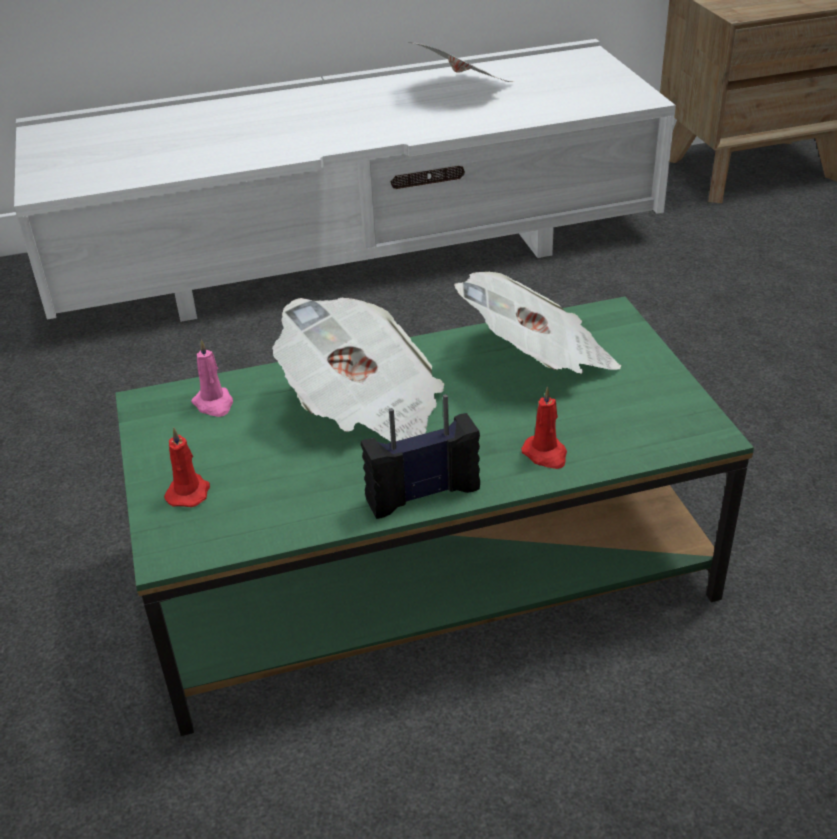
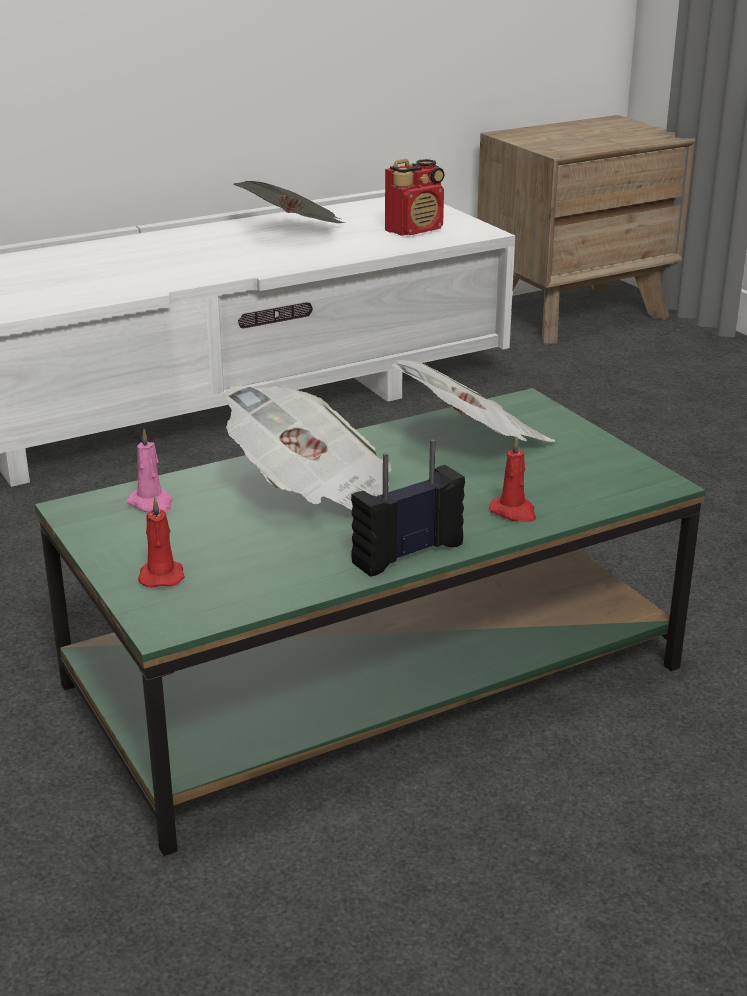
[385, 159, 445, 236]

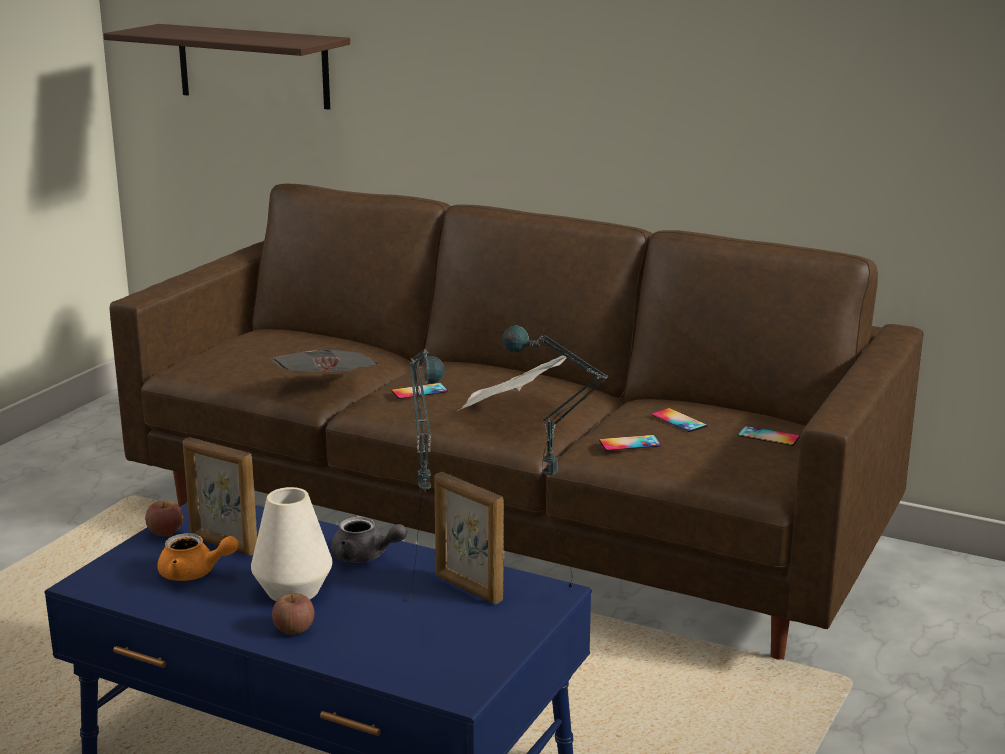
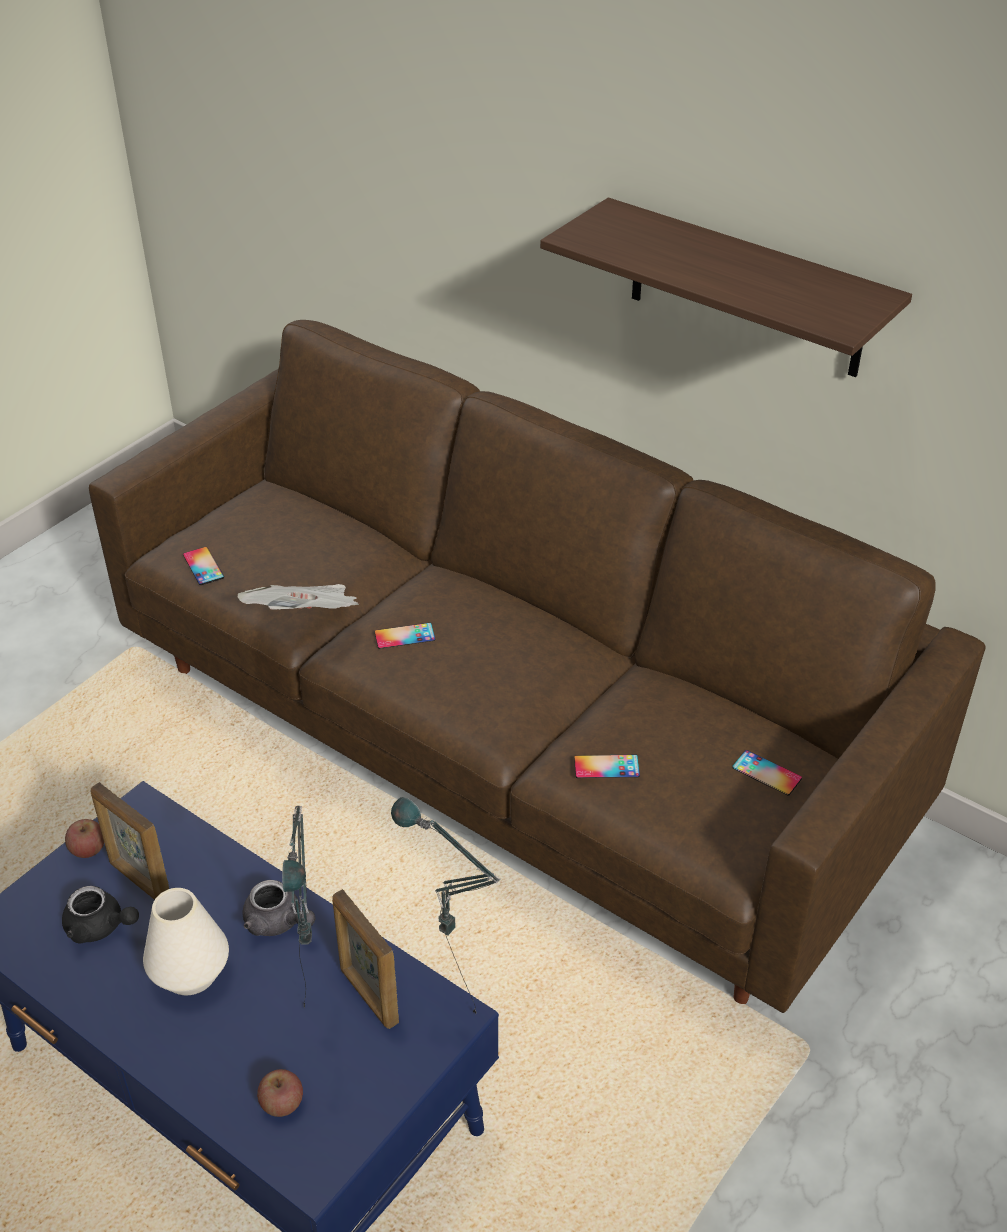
[62, 886, 139, 944]
[183, 547, 224, 585]
[257, 1069, 303, 1117]
[540, 198, 912, 377]
[457, 355, 567, 411] (first image)

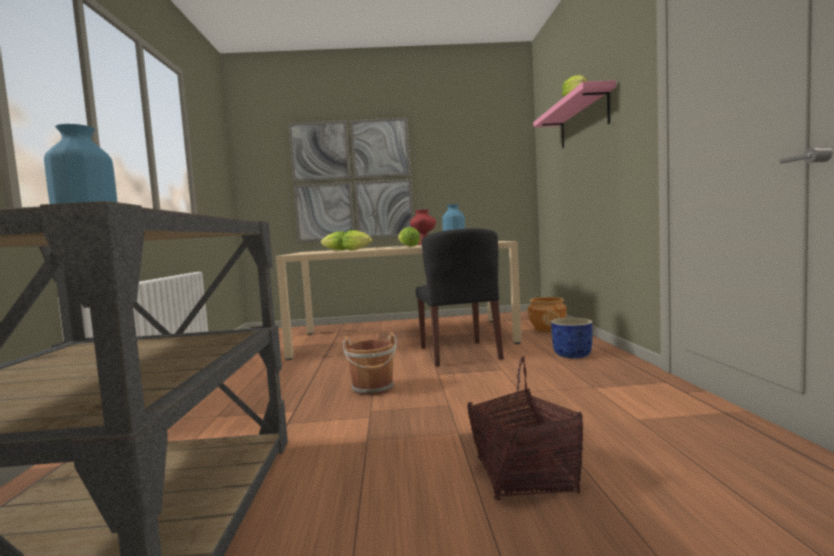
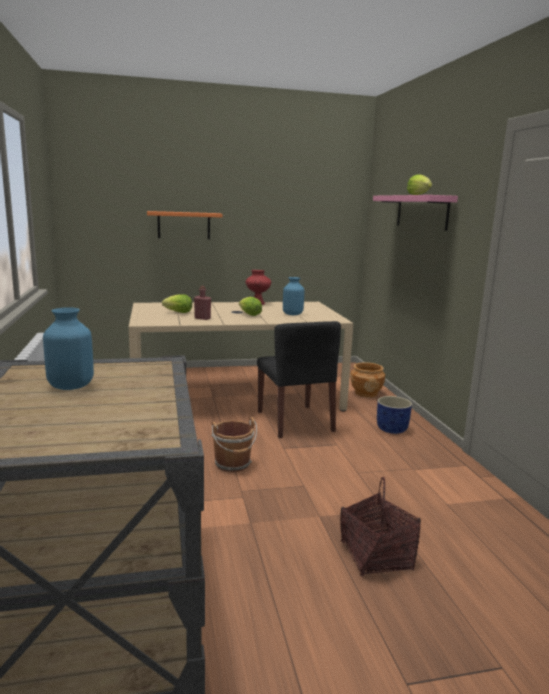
[147, 211, 222, 239]
[194, 286, 211, 320]

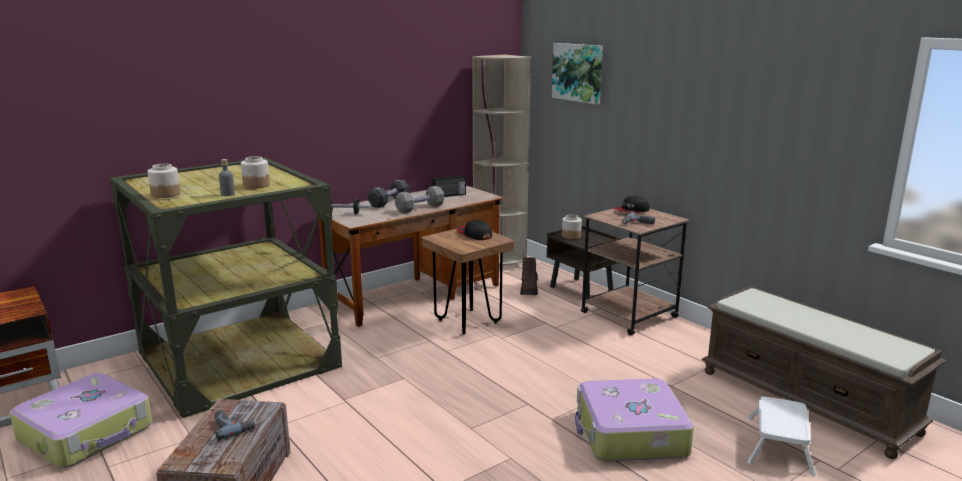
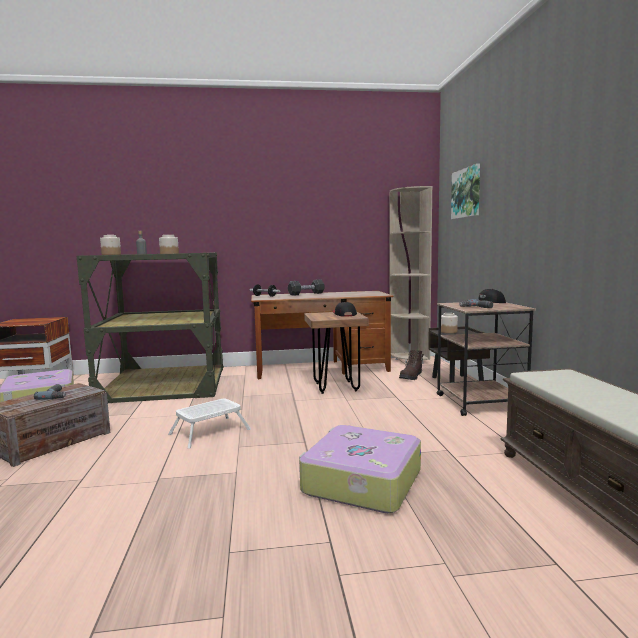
[168, 399, 251, 448]
[395, 186, 444, 213] (first image)
[432, 175, 466, 197] (first image)

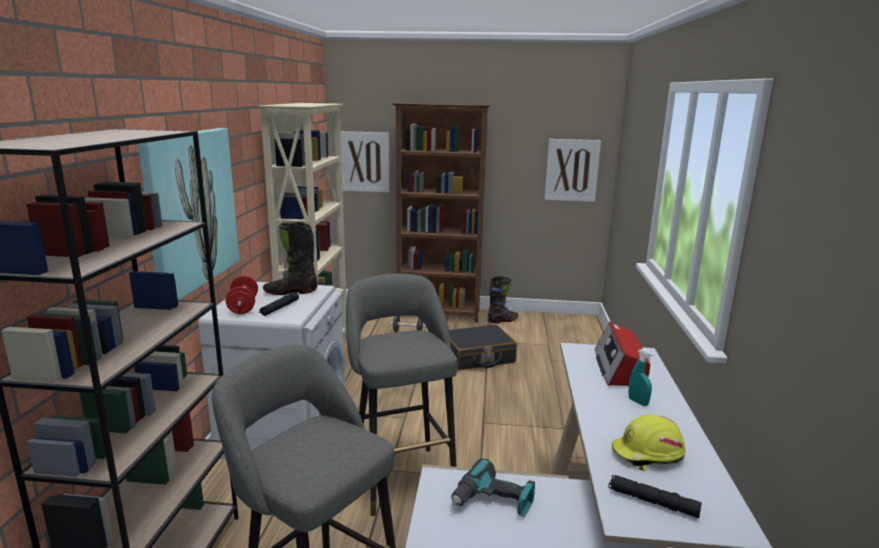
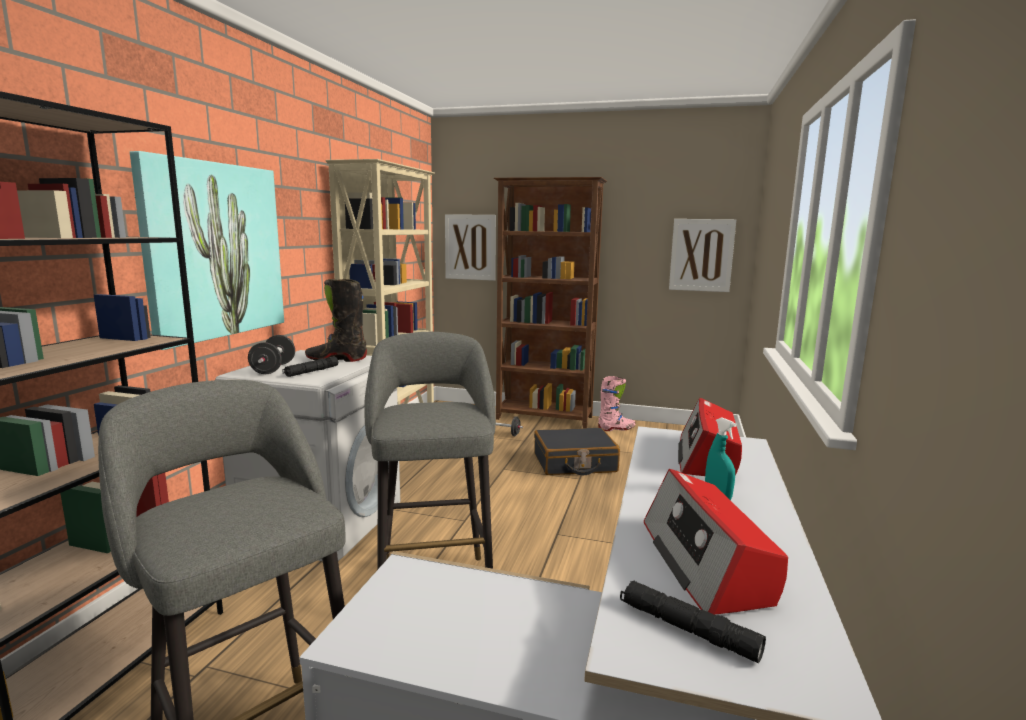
[248, 335, 295, 374]
[598, 376, 636, 431]
[644, 469, 788, 615]
[451, 458, 535, 518] (first image)

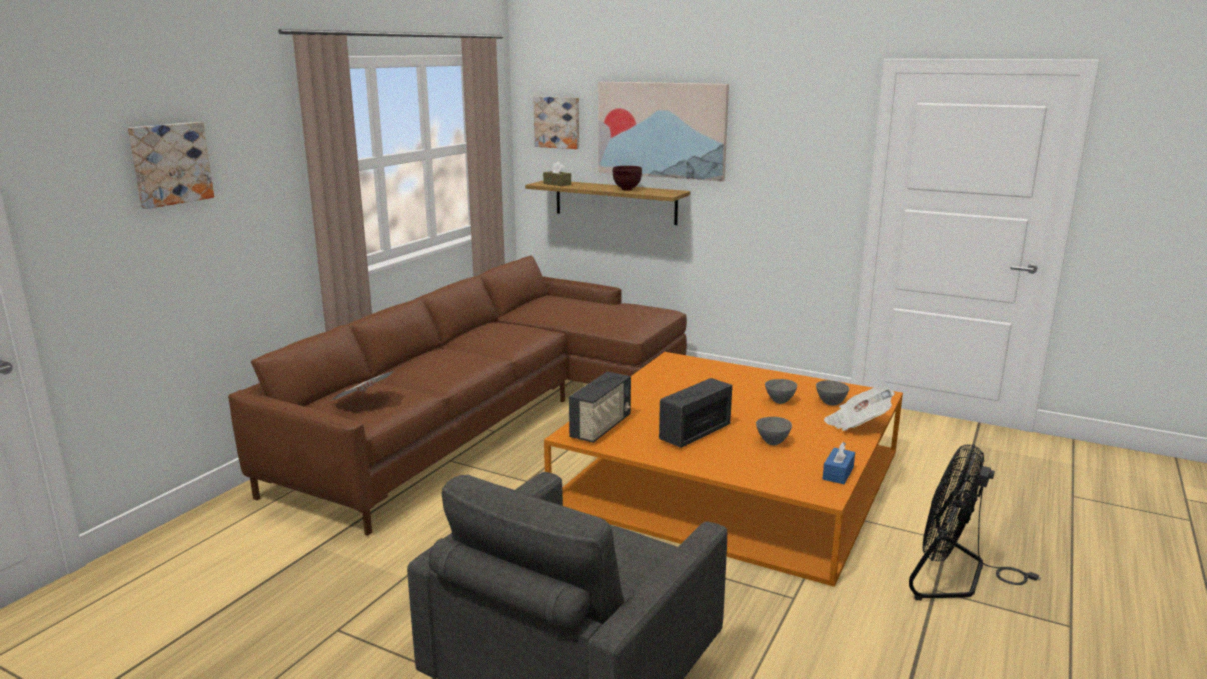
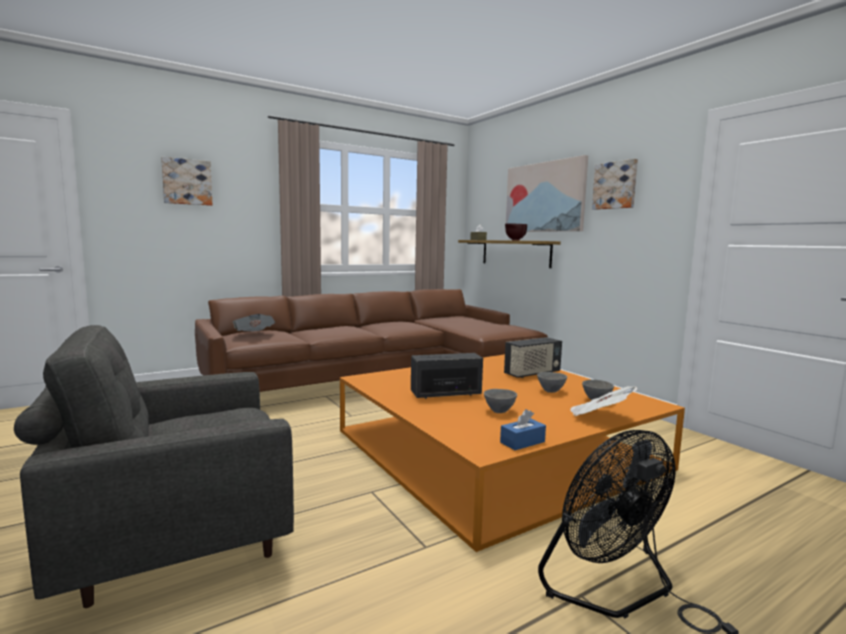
[504, 337, 562, 378]
[592, 159, 638, 210]

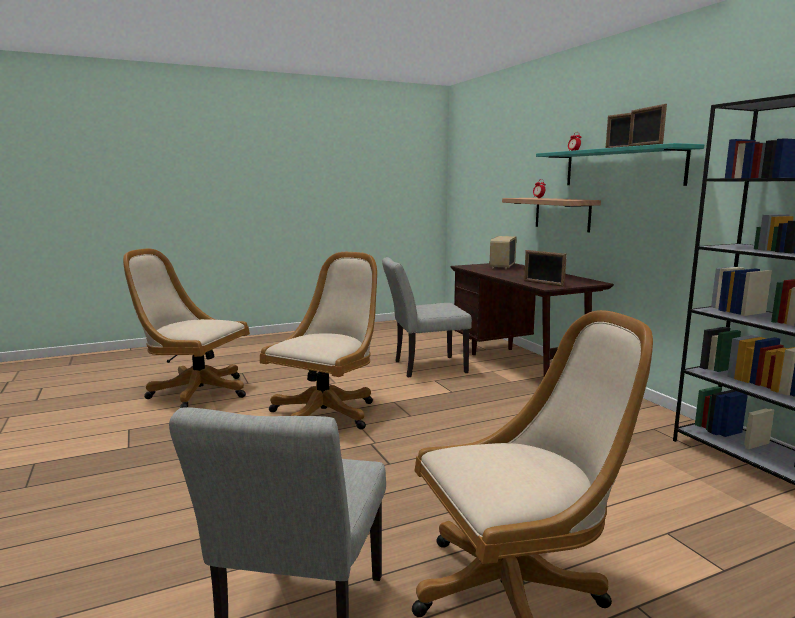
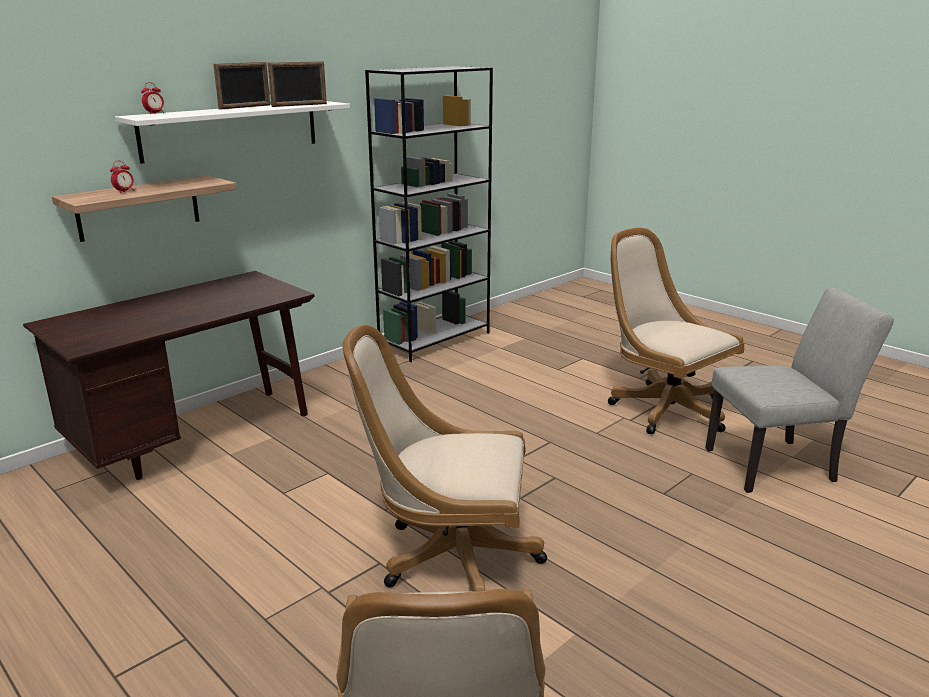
[115, 101, 350, 164]
[382, 257, 472, 377] (first image)
[489, 236, 517, 269] (first image)
[524, 250, 567, 287] (first image)

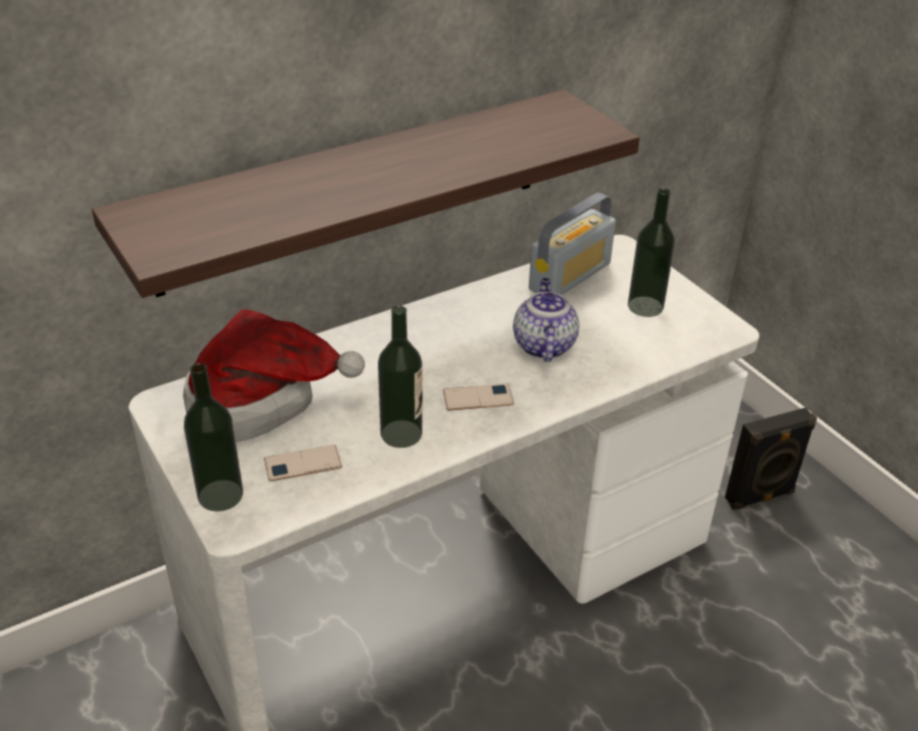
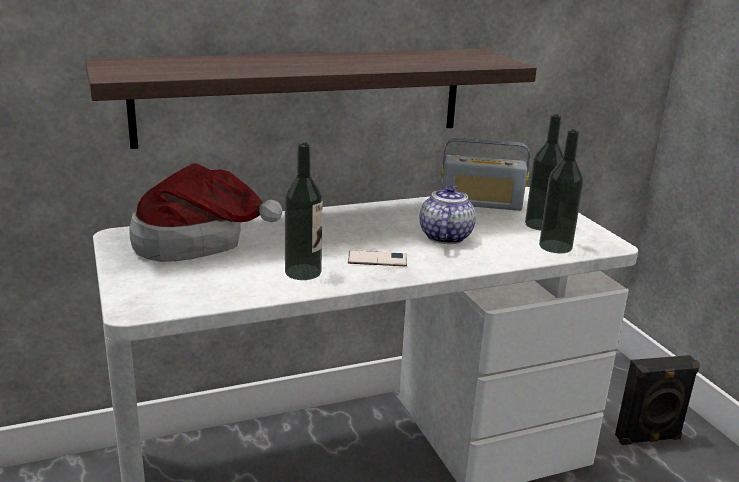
[441, 138, 530, 211]
[539, 129, 583, 253]
[264, 445, 342, 481] (first image)

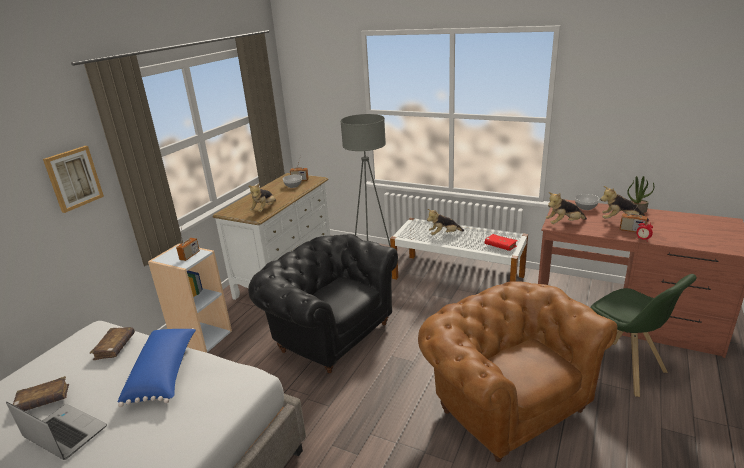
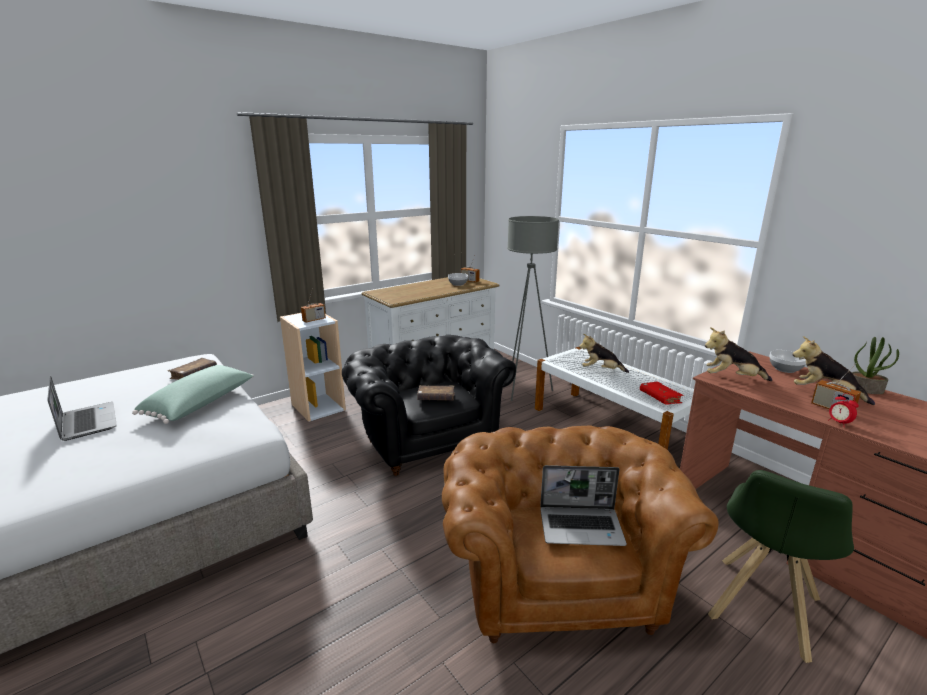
[132, 365, 254, 424]
[417, 385, 455, 401]
[540, 465, 627, 546]
[708, 470, 854, 663]
[43, 146, 104, 213] (first image)
[249, 183, 276, 212] (first image)

